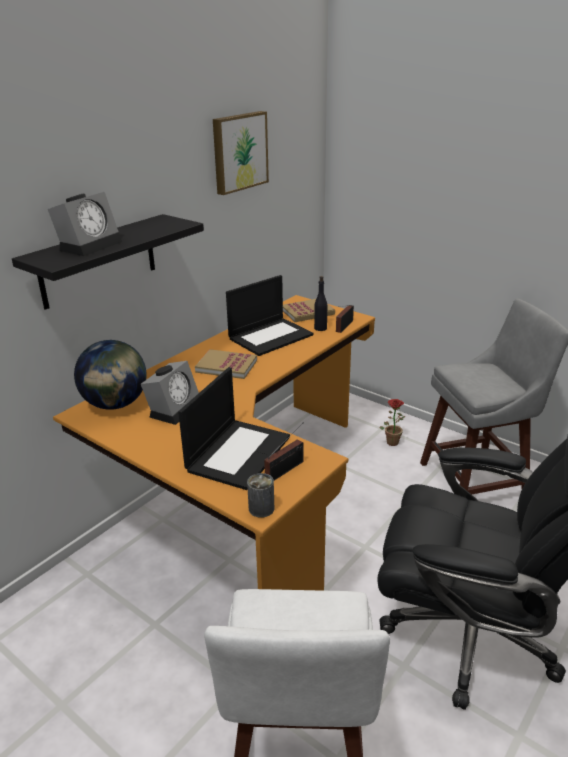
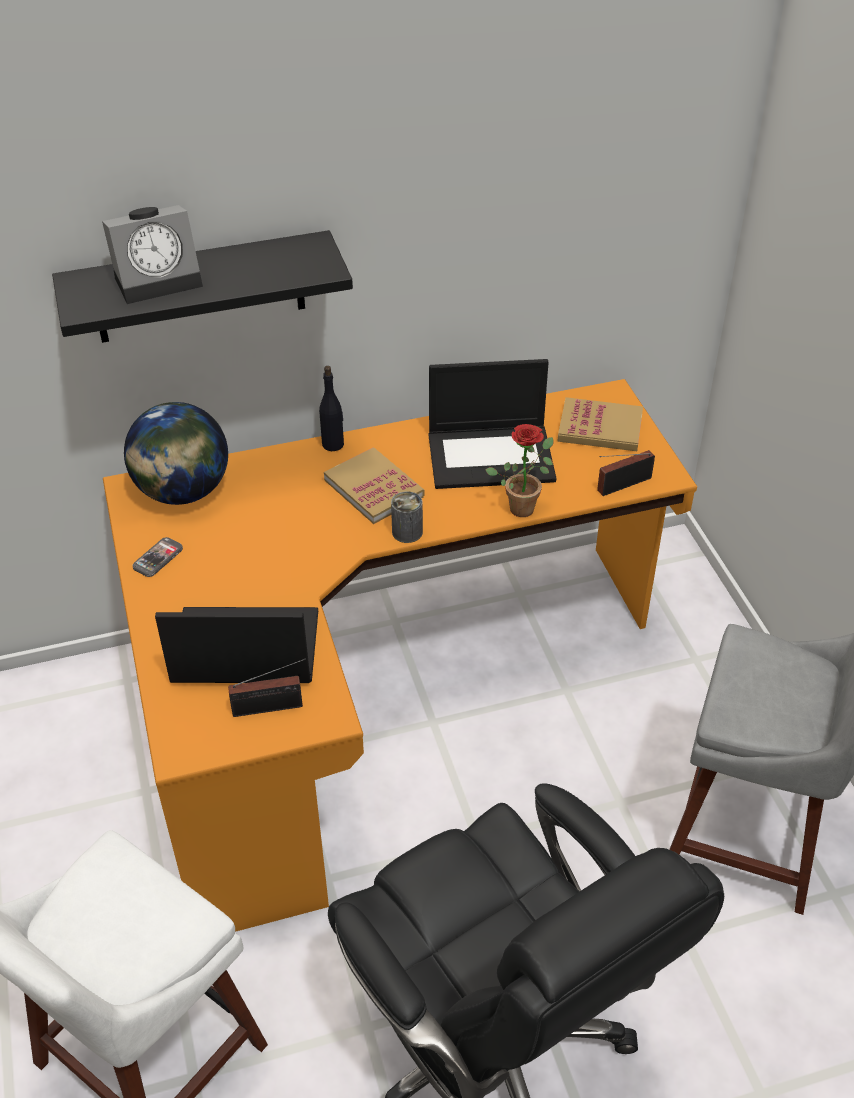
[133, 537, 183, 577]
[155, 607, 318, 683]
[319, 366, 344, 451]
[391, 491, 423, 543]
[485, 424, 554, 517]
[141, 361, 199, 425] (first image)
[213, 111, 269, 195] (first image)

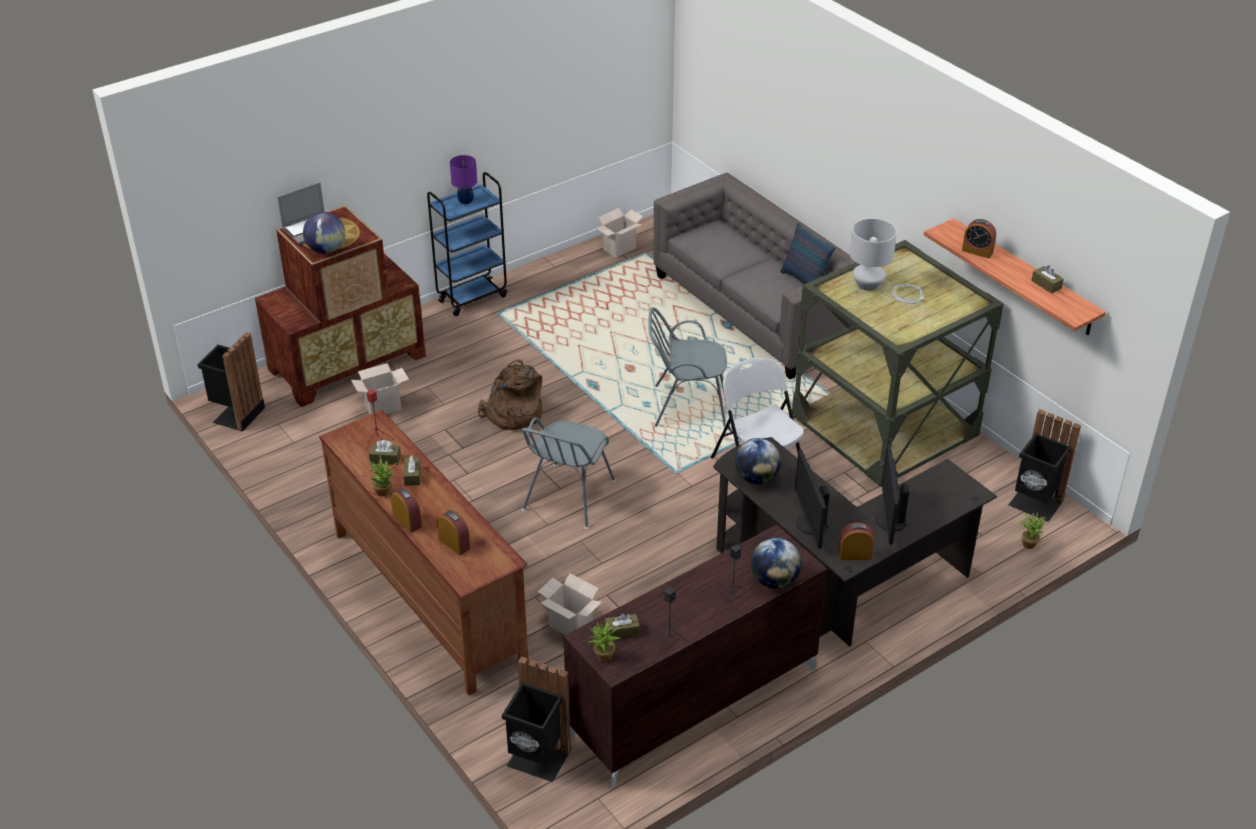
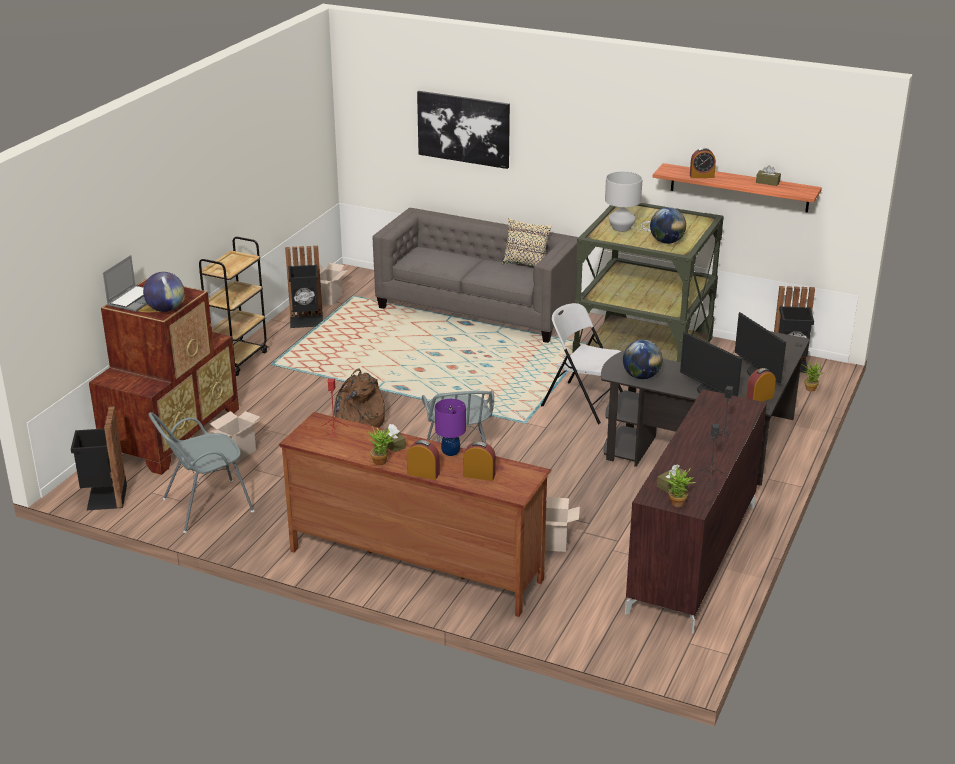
[149, 412, 255, 533]
[199, 237, 268, 376]
[285, 246, 323, 328]
[417, 91, 510, 169]
[435, 399, 466, 456]
[502, 218, 552, 267]
[650, 207, 686, 244]
[369, 440, 401, 465] (first image)

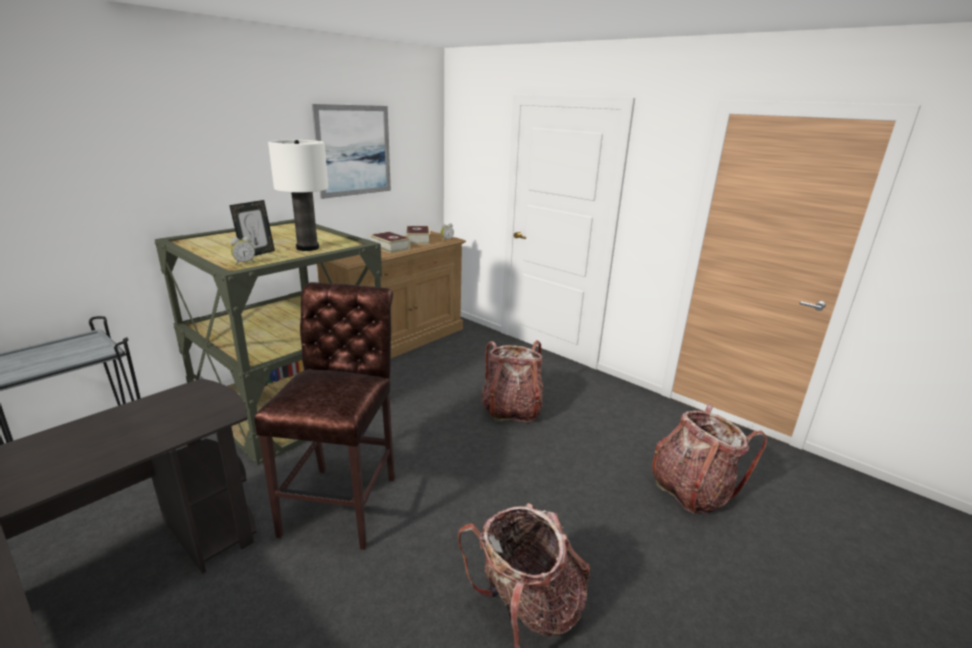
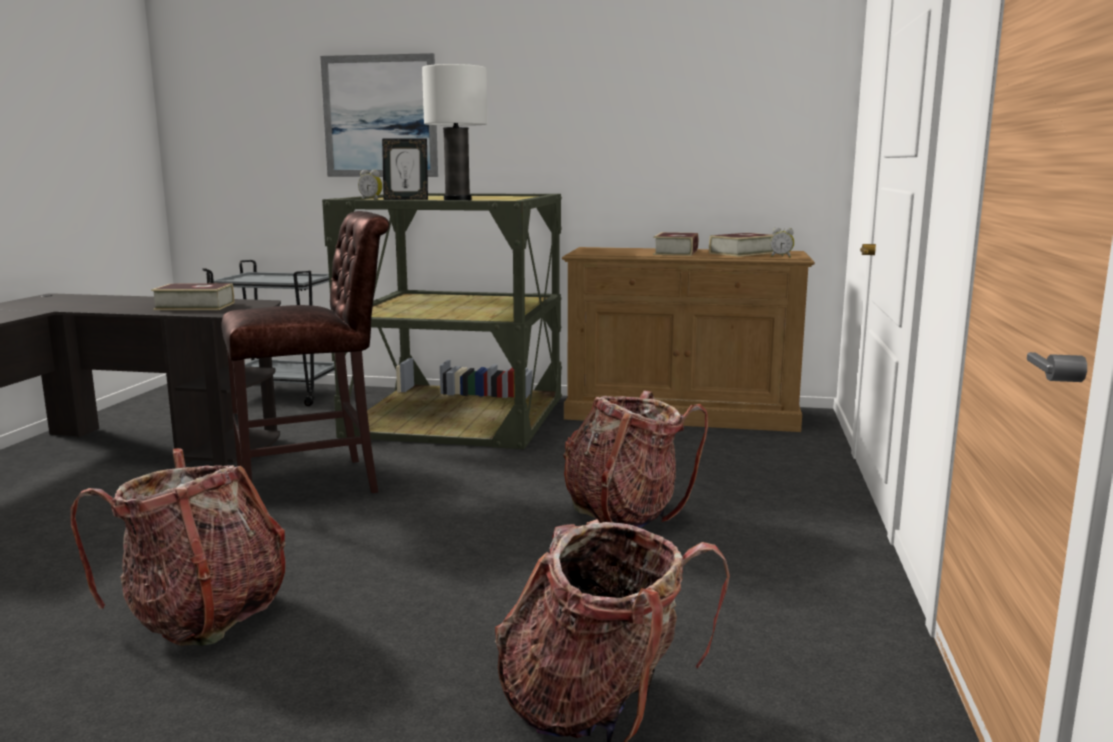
[151, 284, 234, 310]
[320, 53, 438, 177]

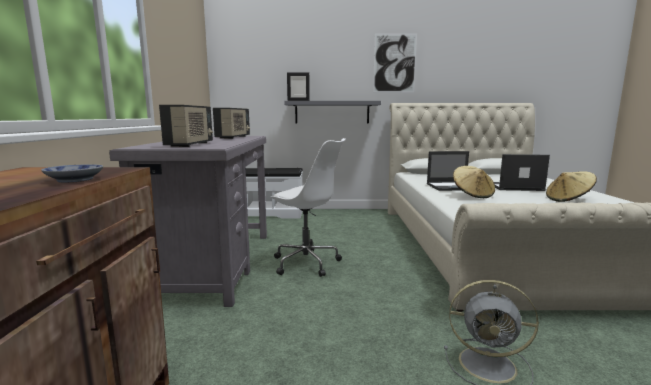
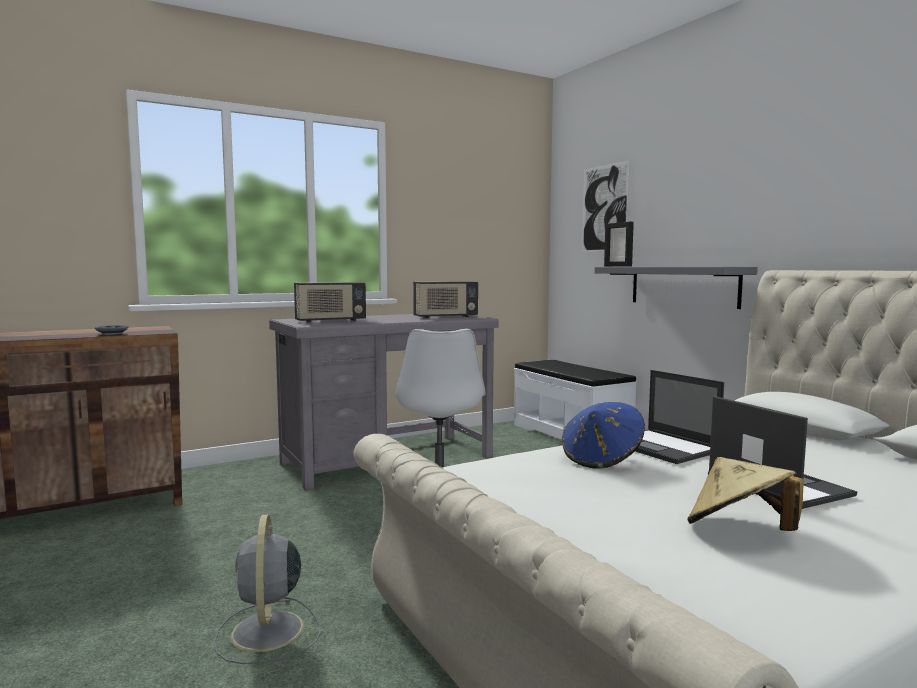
[562, 402, 645, 469]
[582, 160, 630, 252]

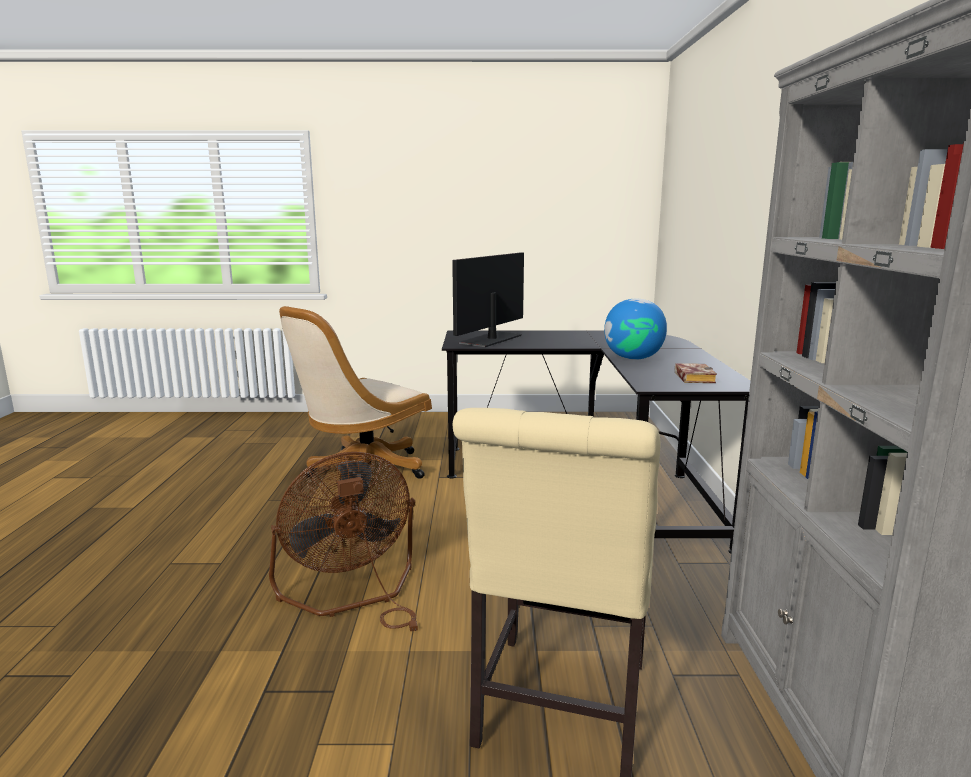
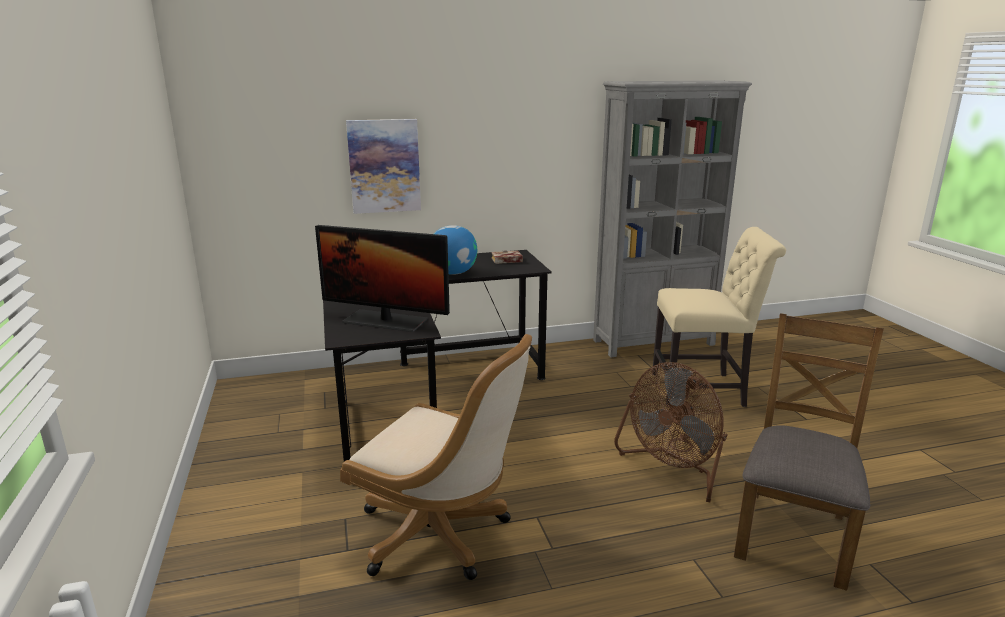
[346, 119, 421, 214]
[734, 313, 884, 591]

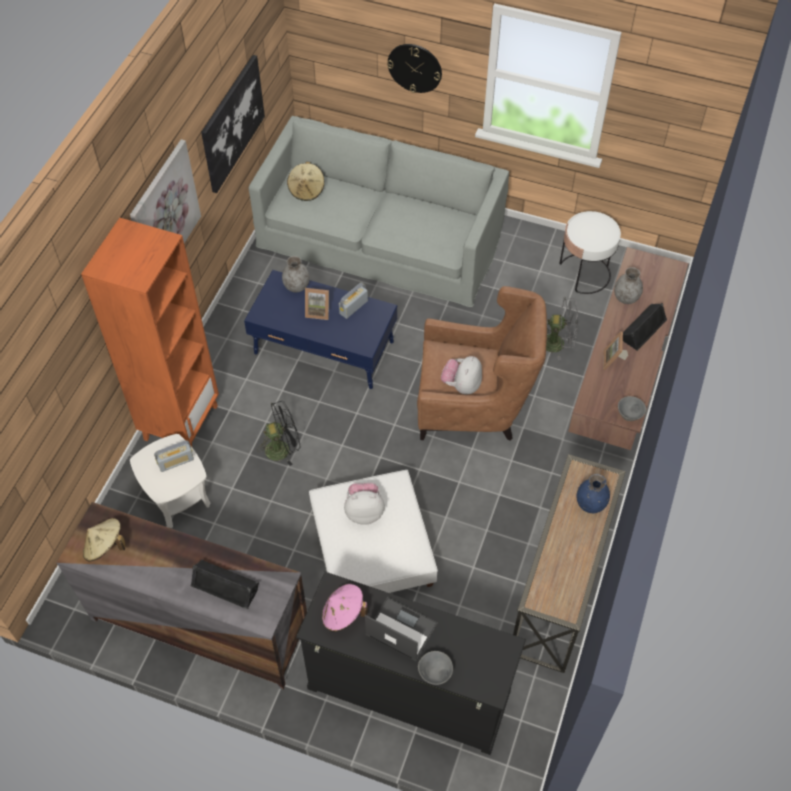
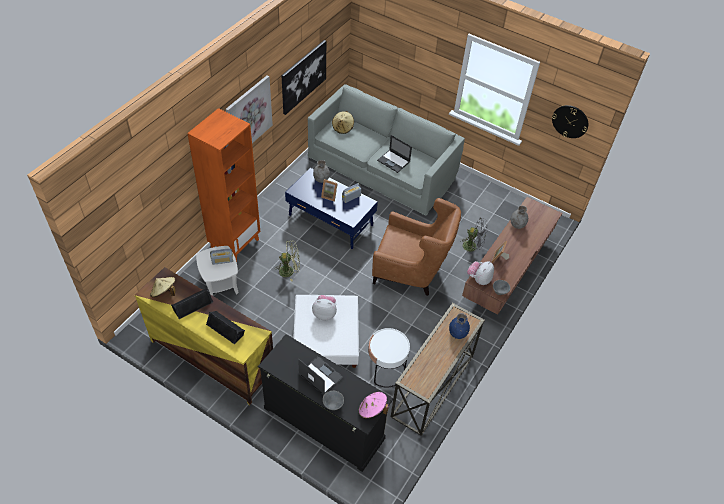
[135, 267, 273, 405]
[171, 288, 213, 319]
[274, 240, 300, 282]
[359, 392, 389, 419]
[368, 328, 410, 387]
[377, 135, 412, 173]
[467, 261, 494, 285]
[552, 105, 588, 138]

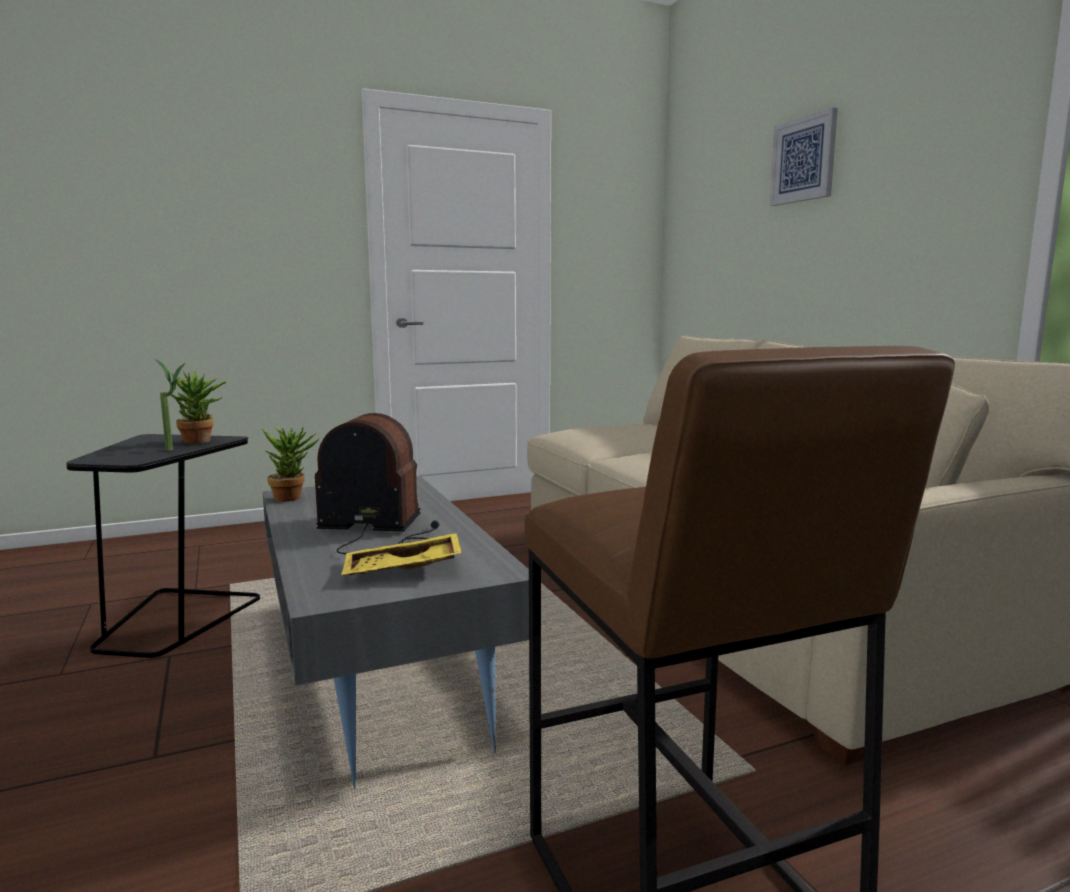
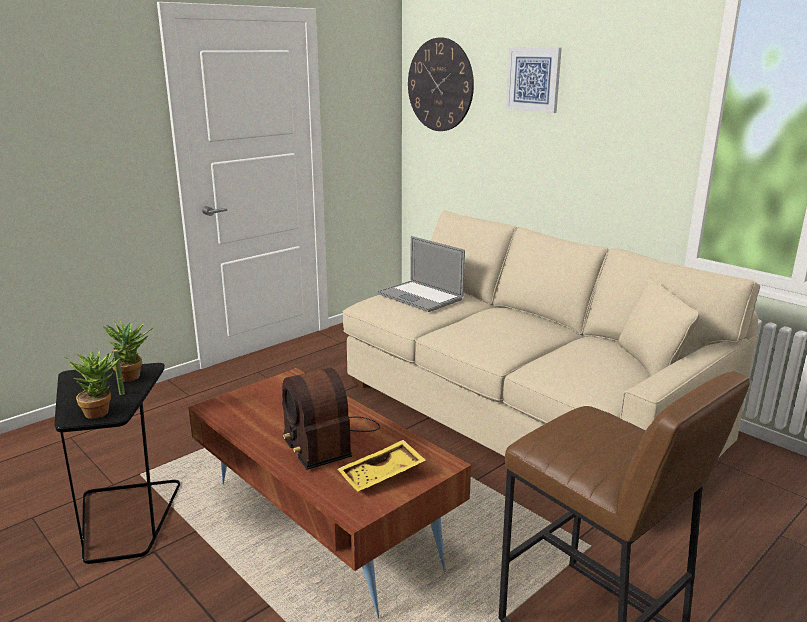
[62, 351, 120, 419]
[188, 368, 471, 619]
[282, 368, 380, 470]
[377, 236, 465, 312]
[408, 38, 474, 131]

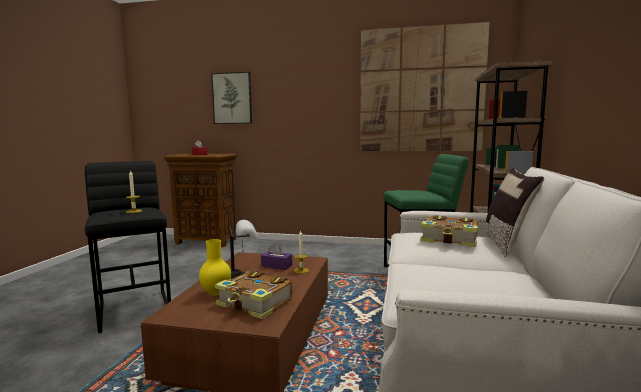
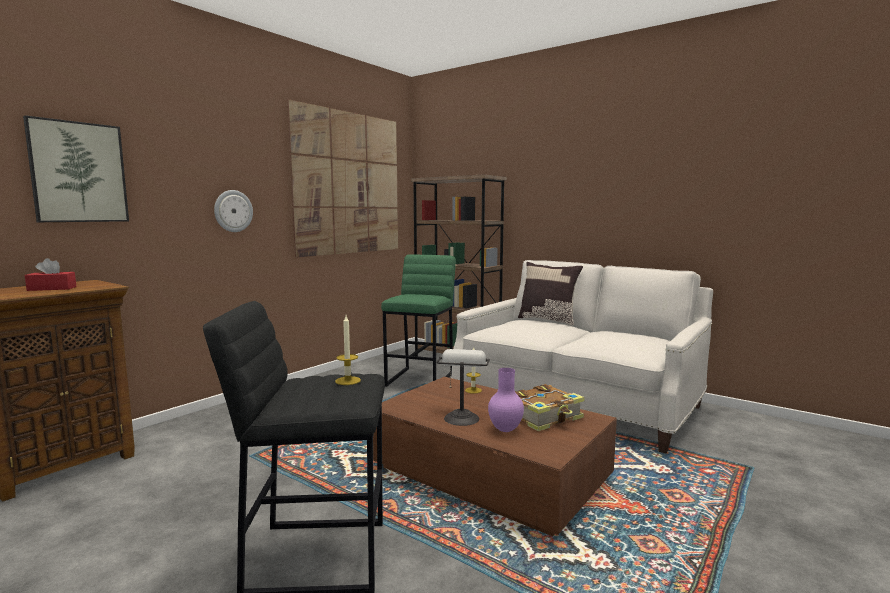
[214, 190, 253, 232]
[488, 368, 524, 432]
[261, 243, 292, 270] (first image)
[421, 215, 478, 247] (first image)

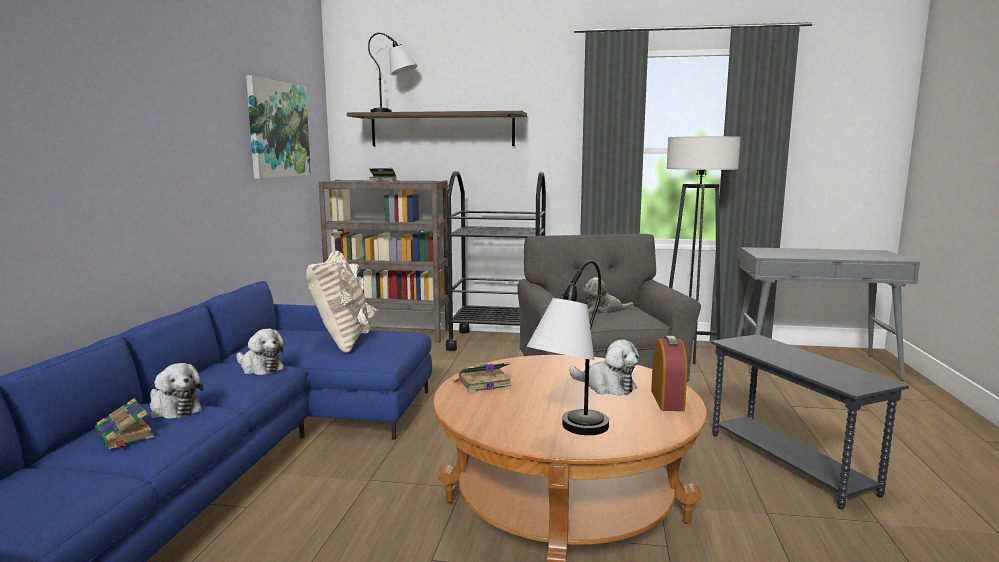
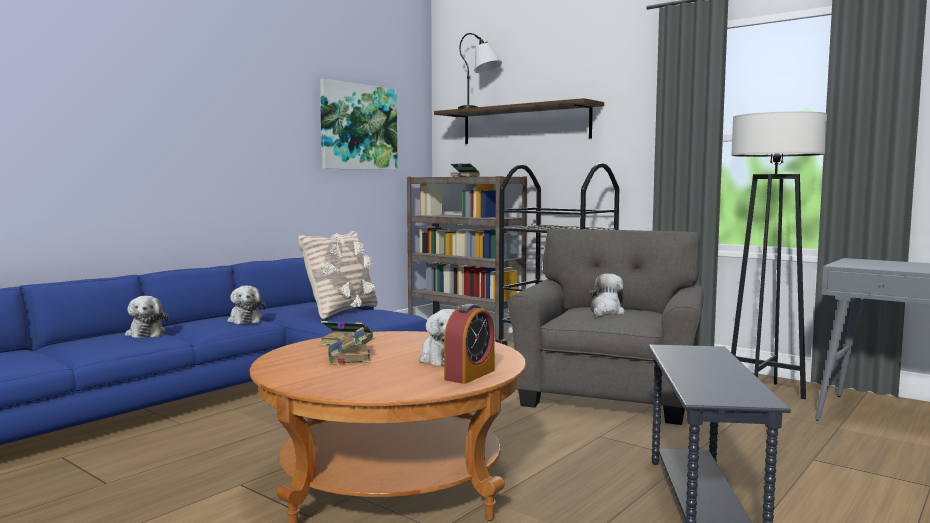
[328, 327, 371, 364]
[589, 274, 625, 316]
[527, 260, 609, 435] (first image)

